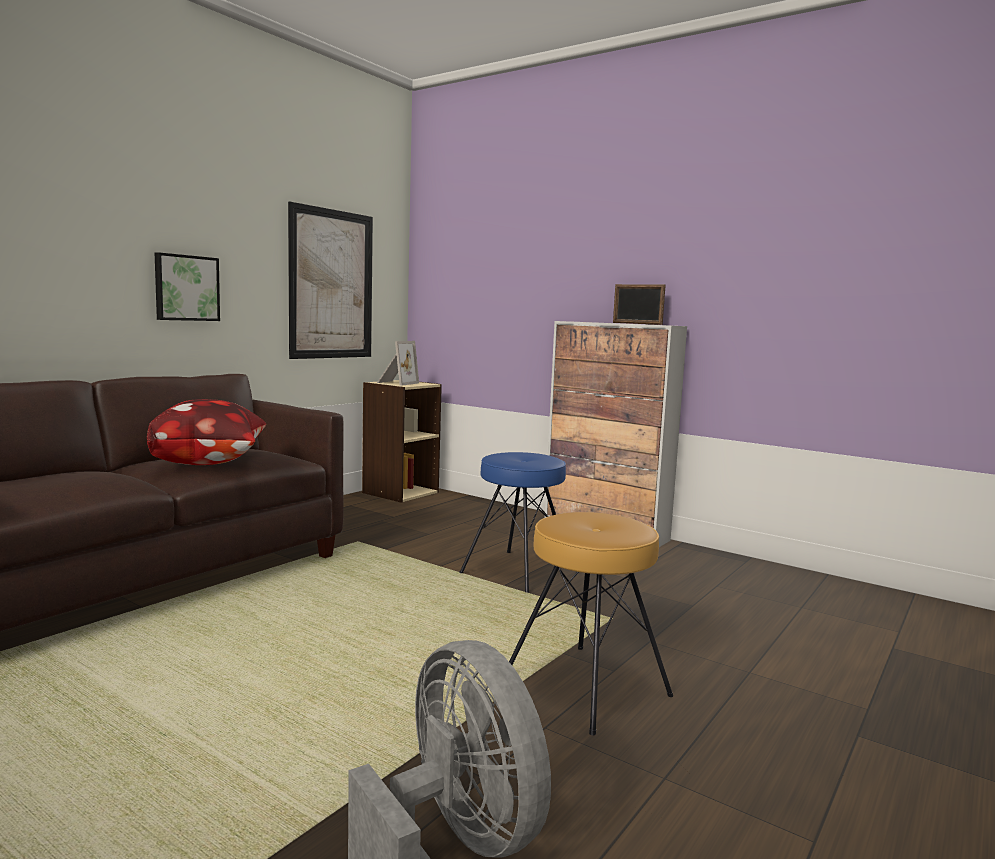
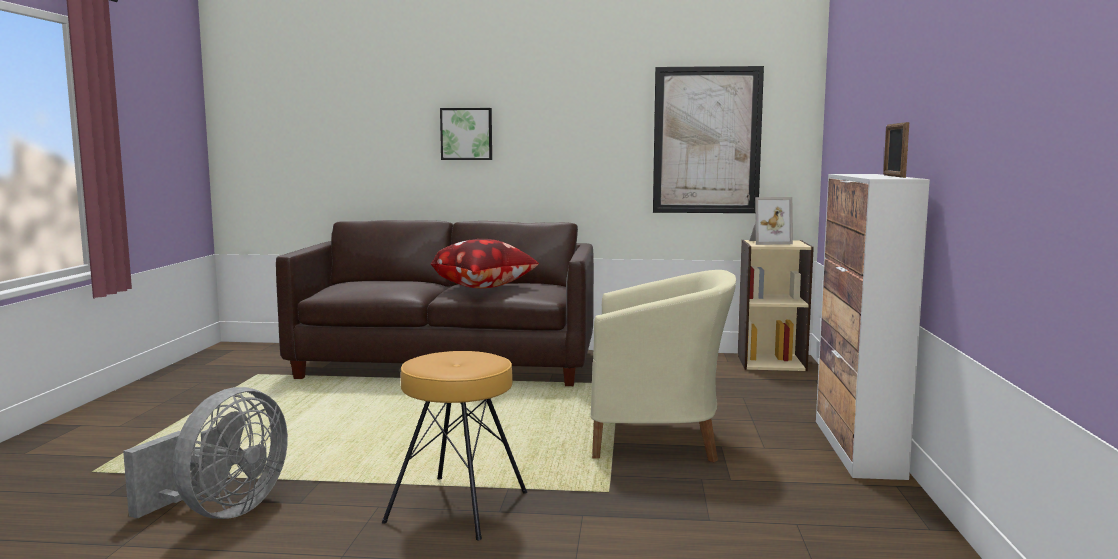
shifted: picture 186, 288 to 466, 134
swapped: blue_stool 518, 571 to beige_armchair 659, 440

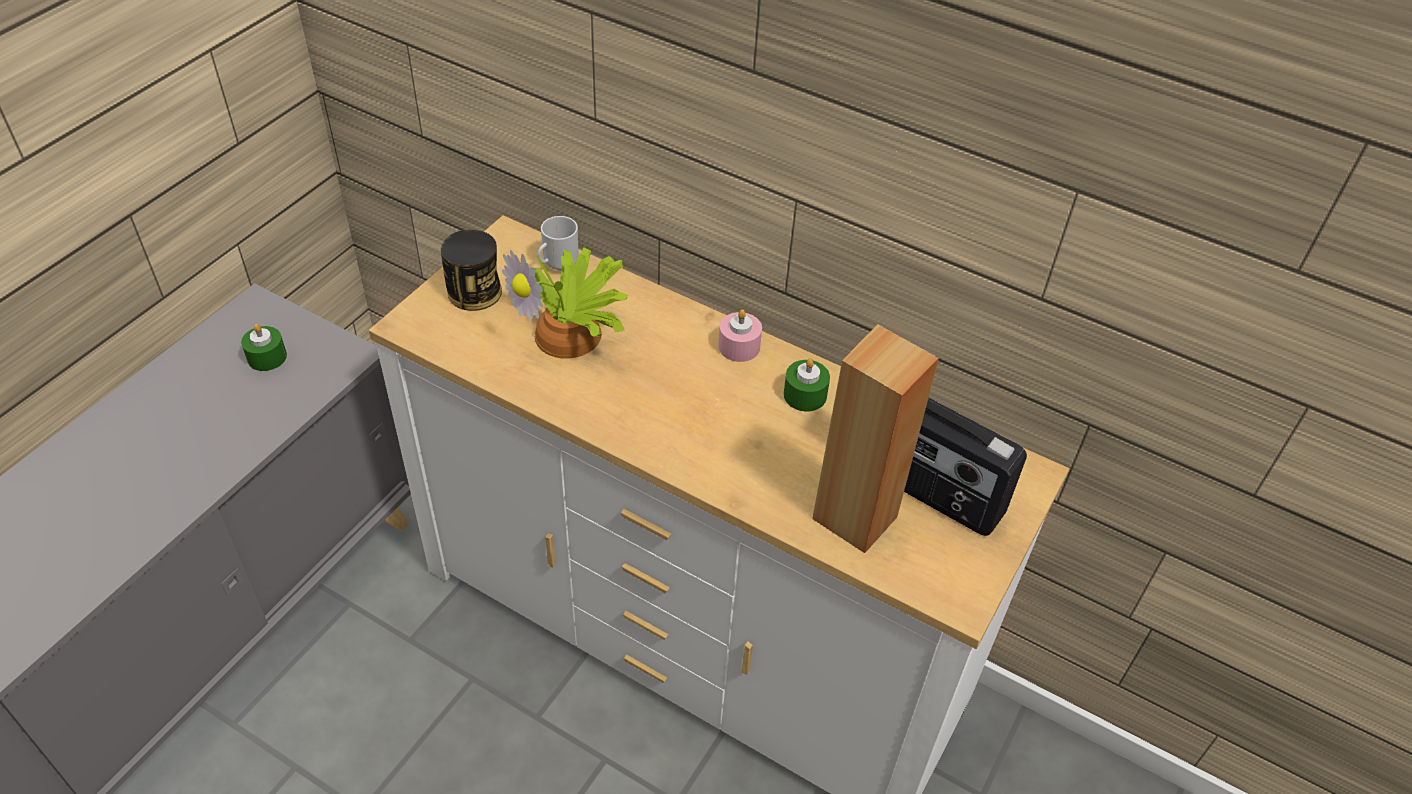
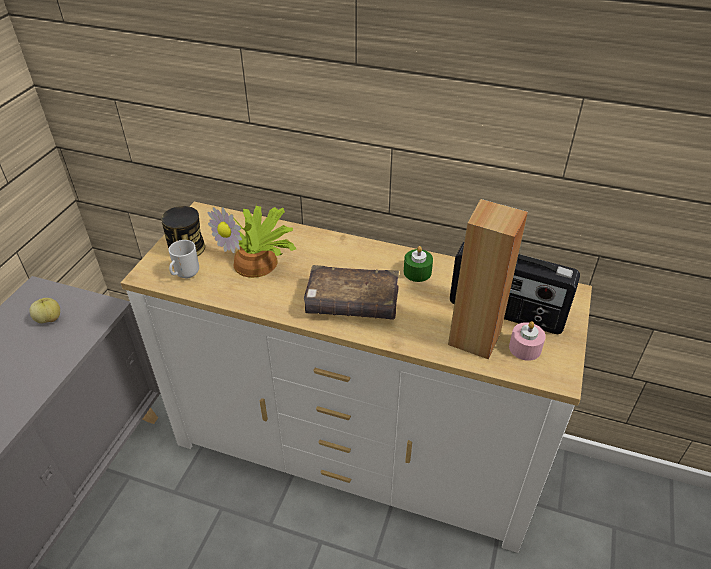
new: brown_book 352, 303
shifted: mug 558, 264 to 185, 274; pink_candle 739, 346 to 525, 348
swapped: green_candle 267, 357 to apple 49, 319

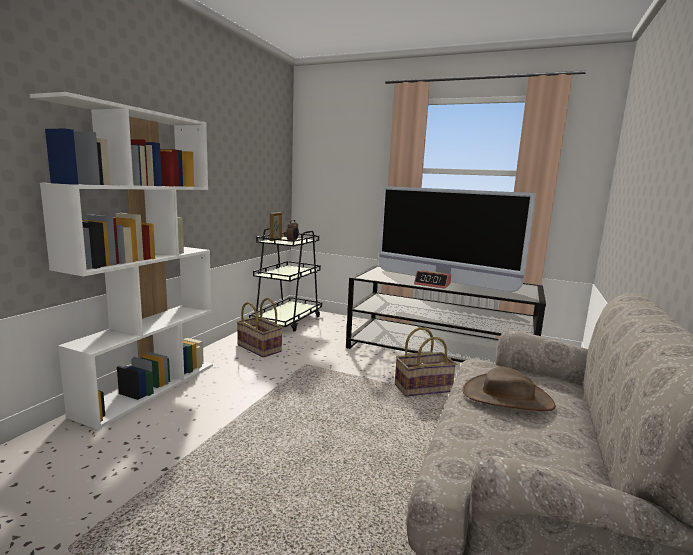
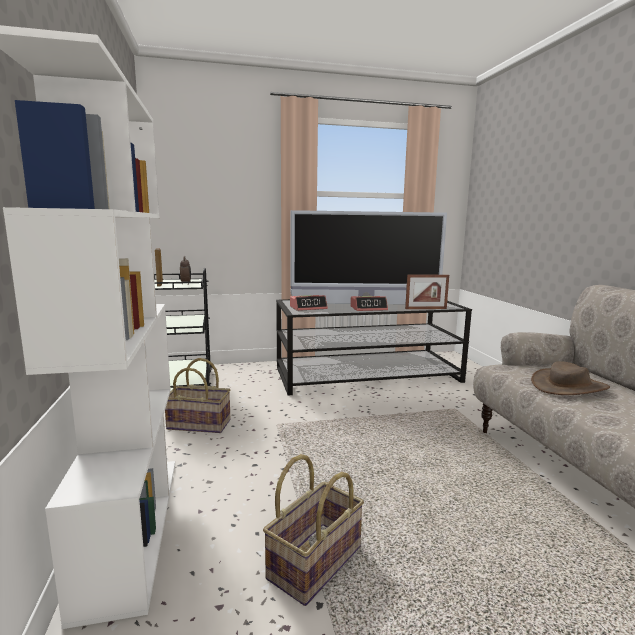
new: picture_frame 426, 309; alarm_clock 308, 308
shifted: basket 422, 387 to 314, 561

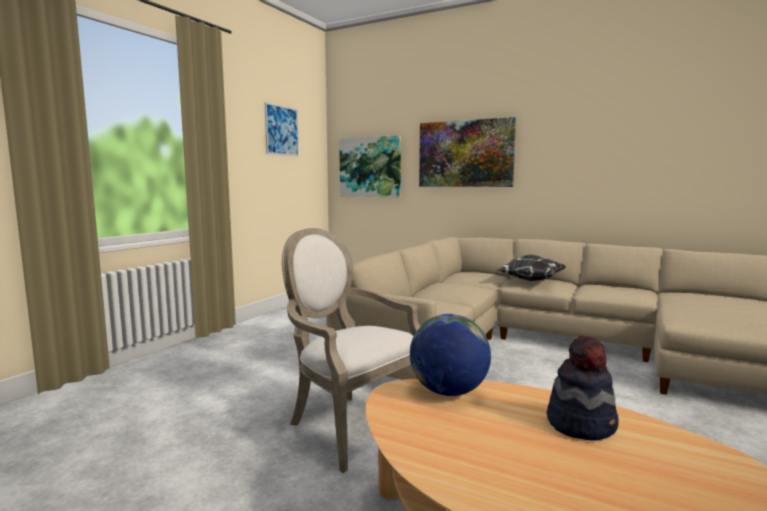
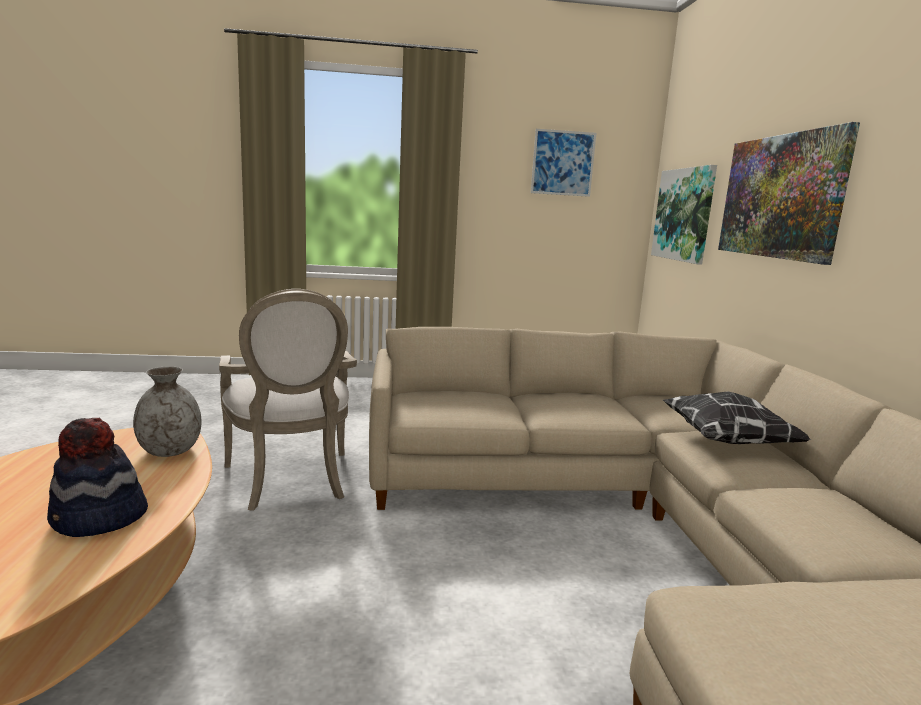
swapped: globe 448, 392 to grey_vase 169, 451
rotated: armchair 350, 424 = 291, 482 150 degrees clockwise

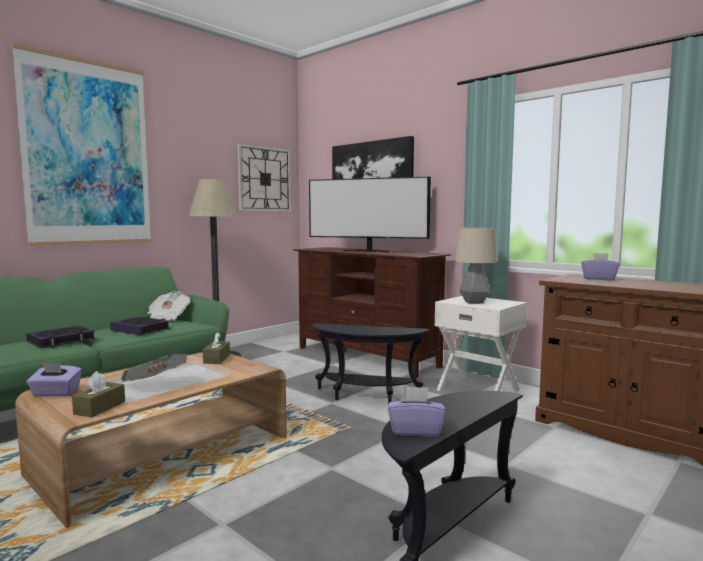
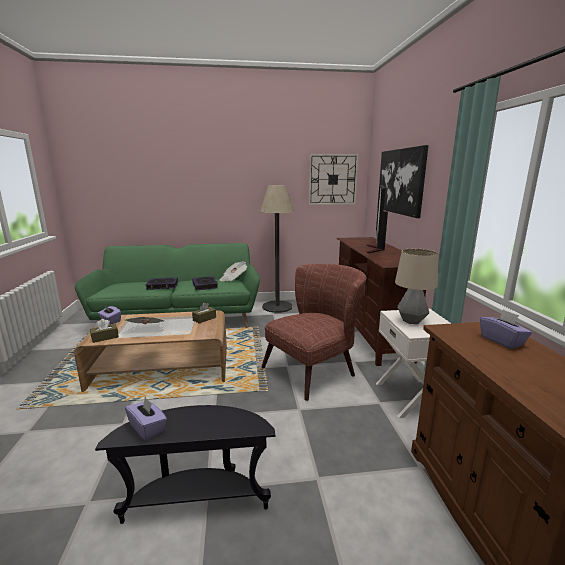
gone: picture 88, 153
swapped: black_side_table 365, 396 to brown_armchair 315, 369
rotated: television 369, 251 = 376, 250 45 degrees clockwise

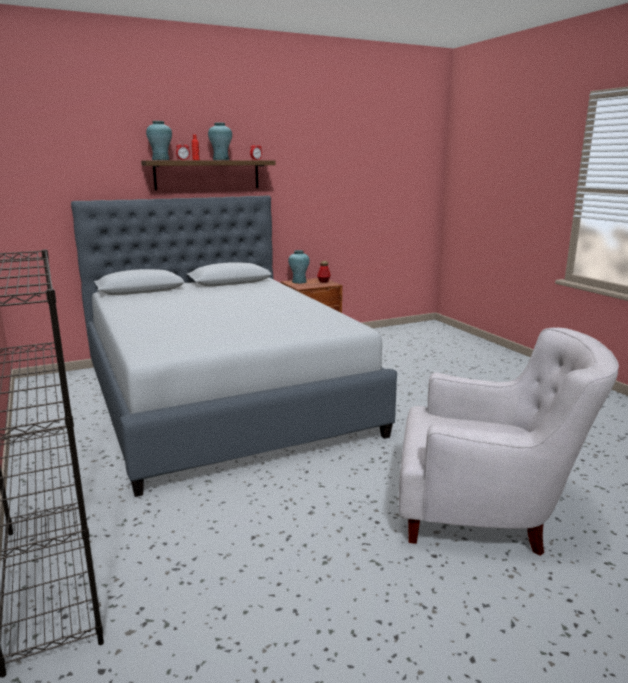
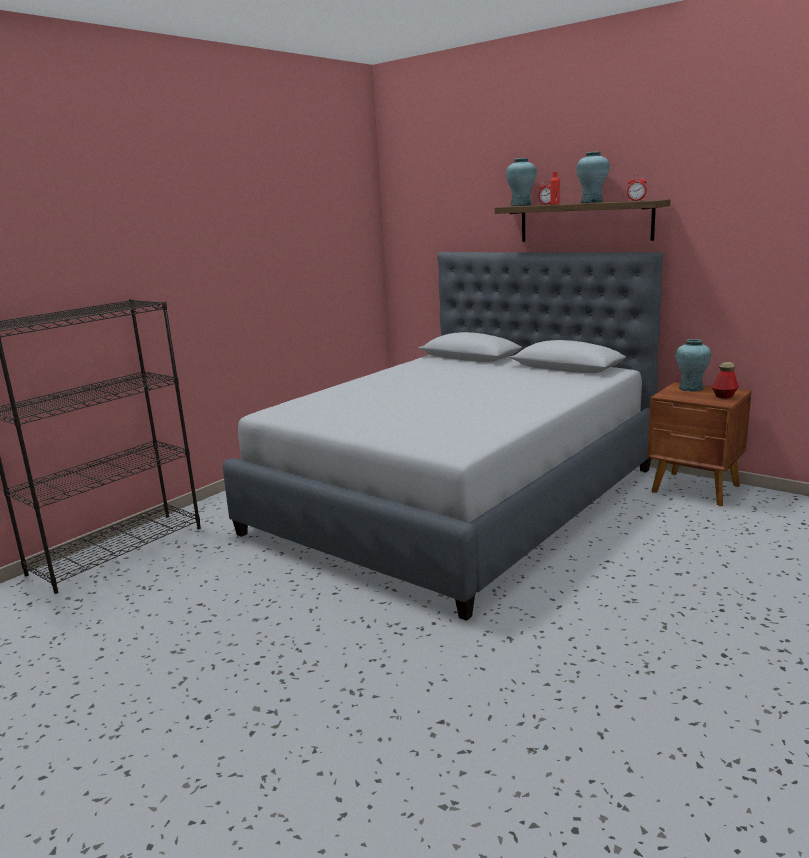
gone: white_armchair 485, 512

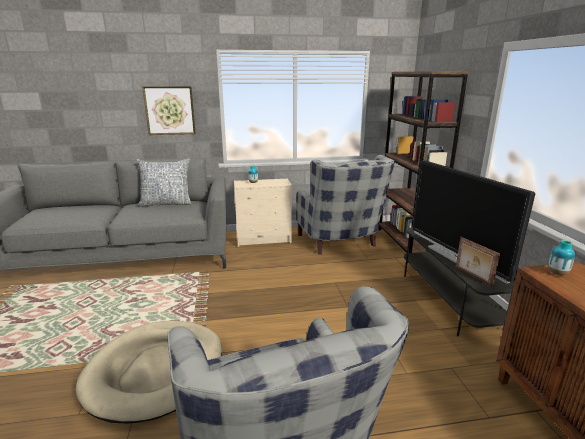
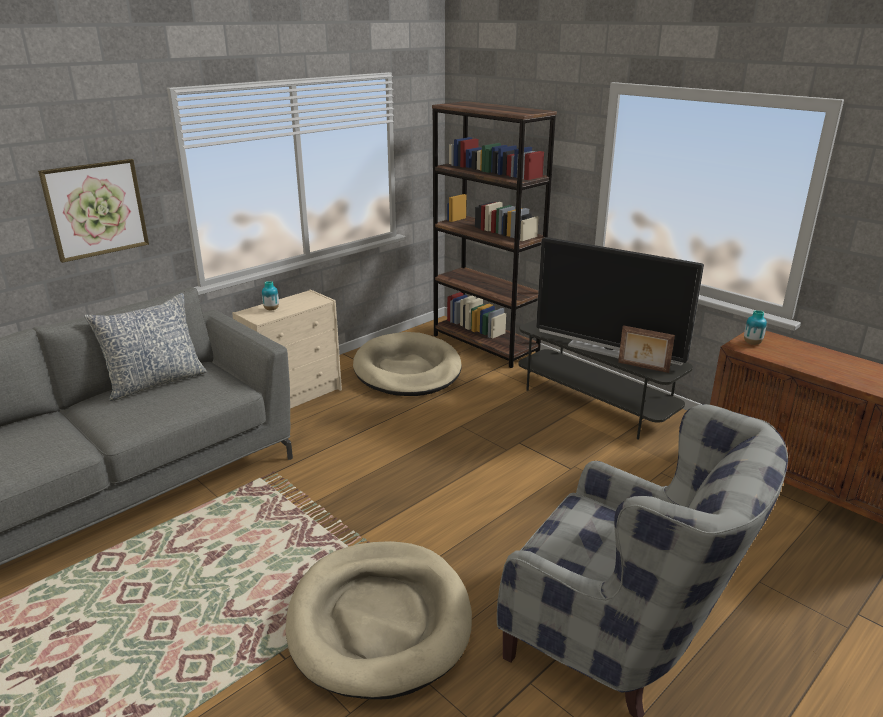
swapped: grey_armchair 340, 243 to beige_dog_bed 407, 370

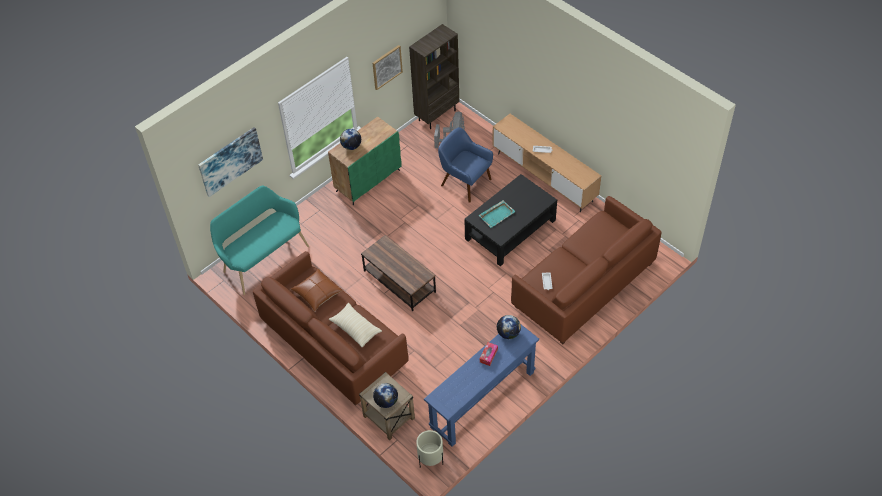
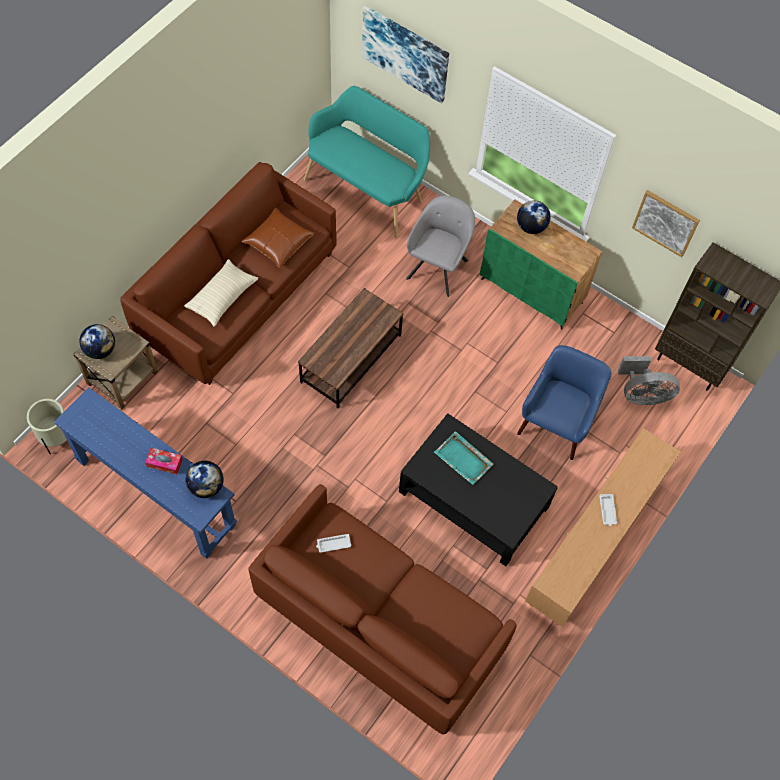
new: grey_armchair 438, 267

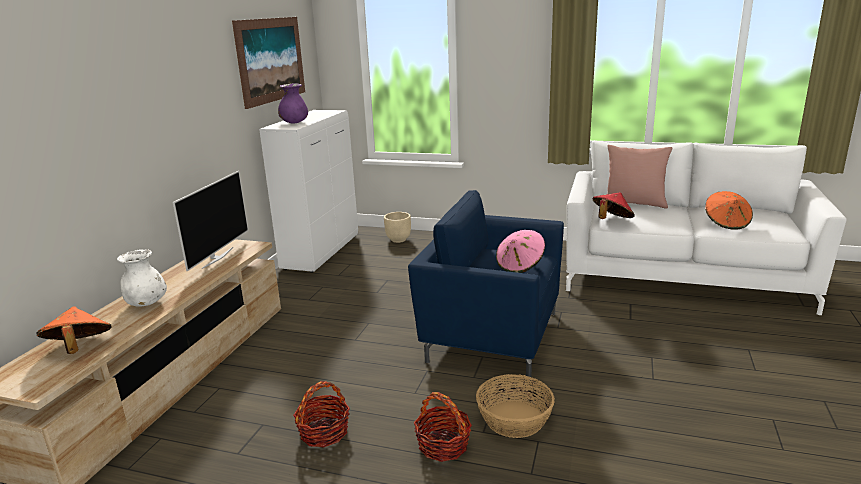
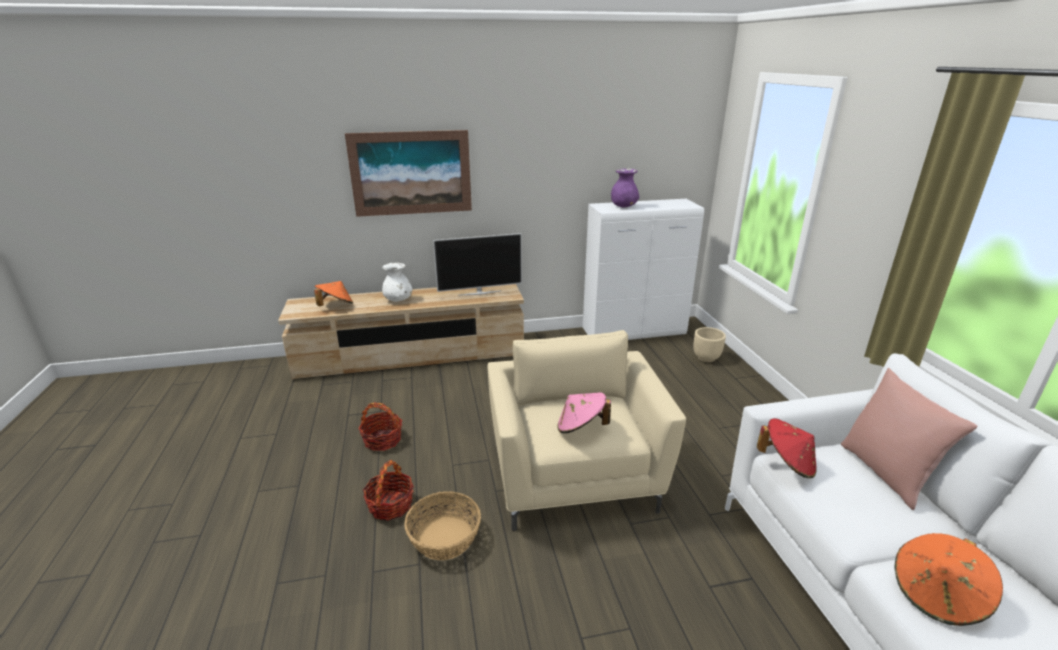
shifted: picture 271, 60 to 411, 173
repainted: blue_armchair 491, 335 to beige_armchair 574, 479

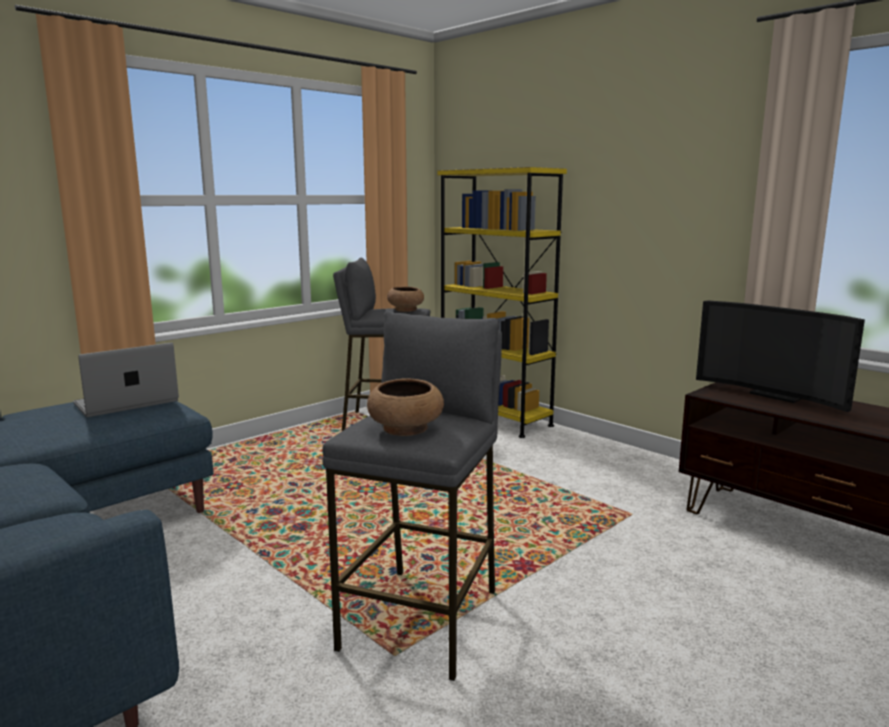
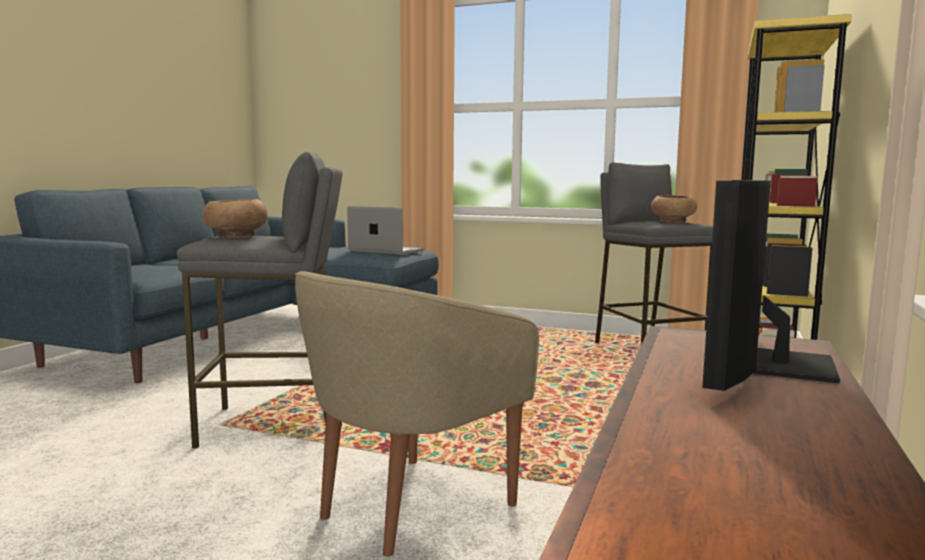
new: beige_armchair 409, 507

